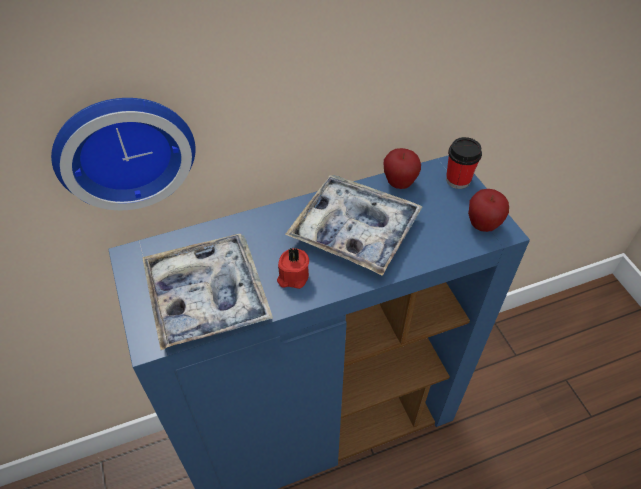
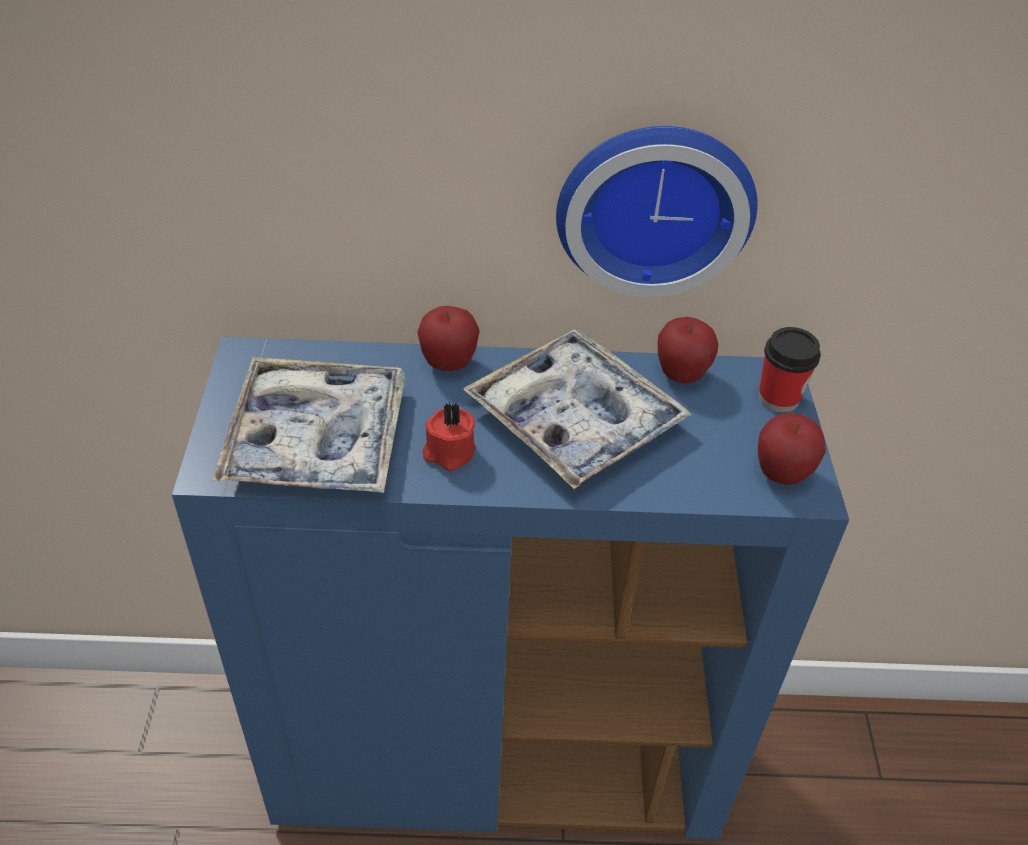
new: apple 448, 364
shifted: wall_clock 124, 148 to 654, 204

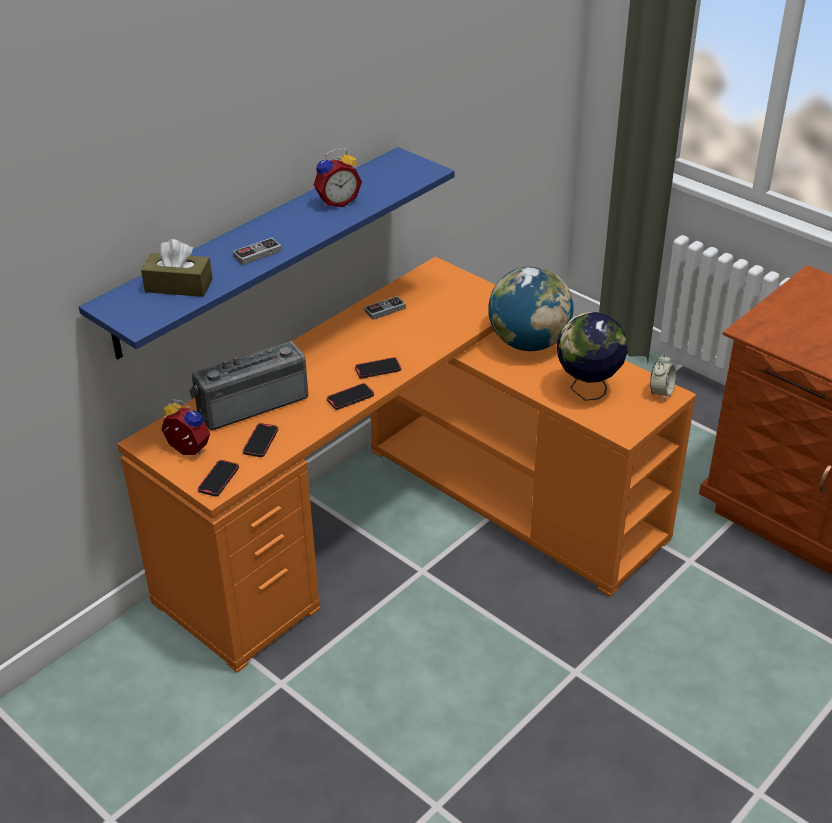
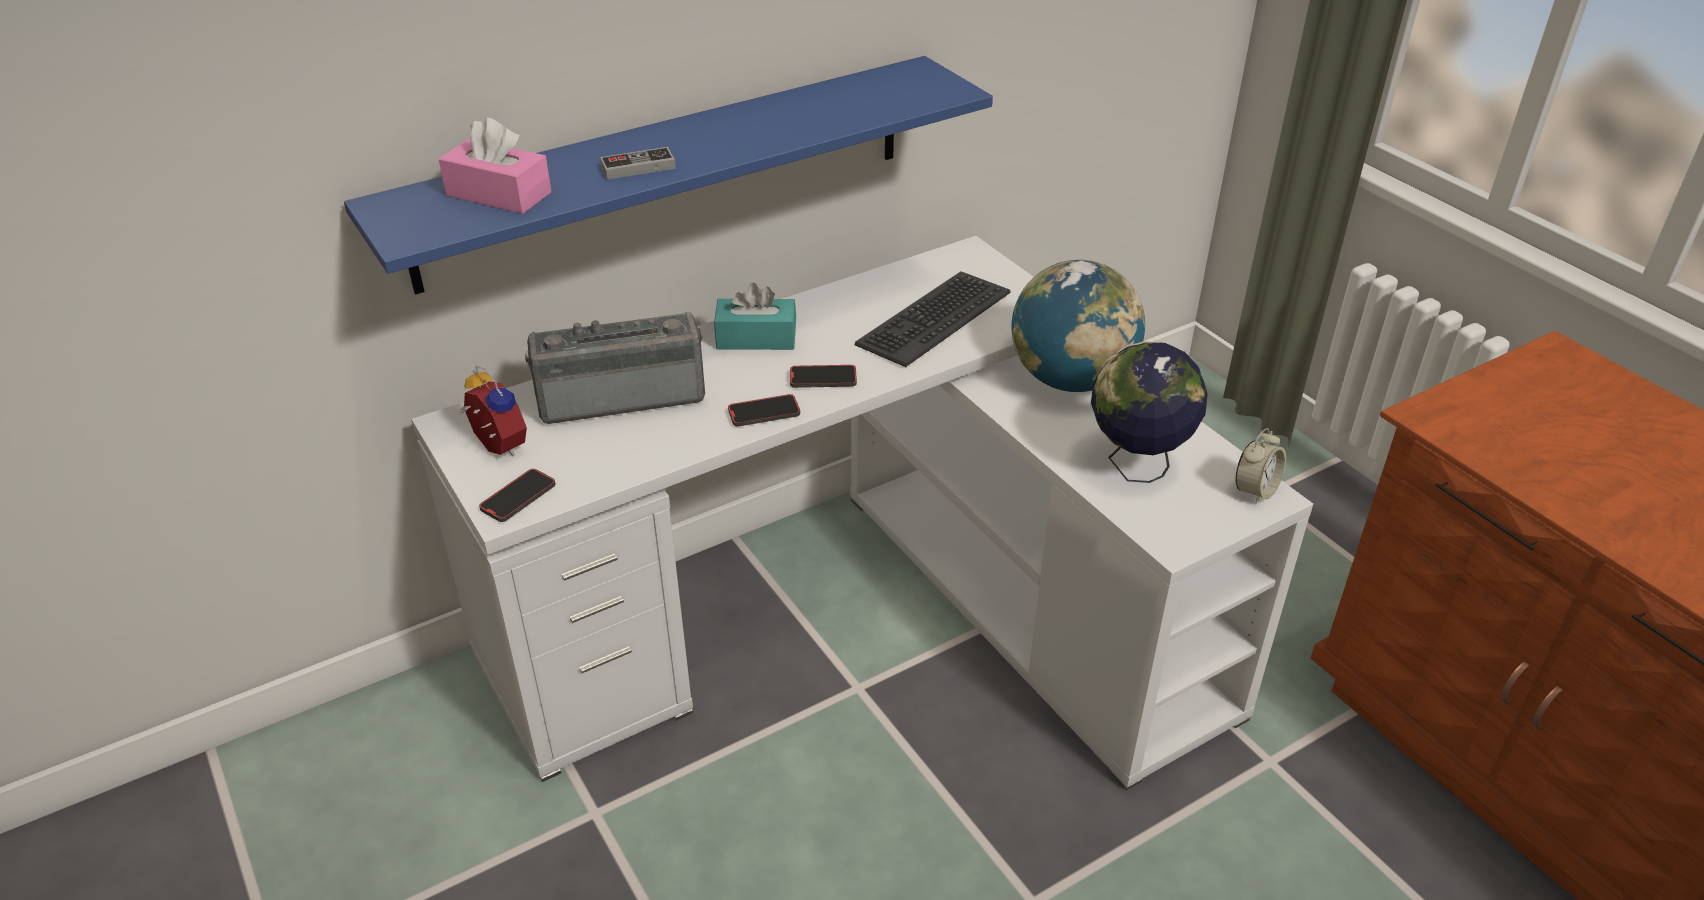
gone: alarm_clock 337, 201; game_controller 385, 310; phone 261, 442
new: keyboard 933, 318; turquoise_tissue_box 756, 338
repainted: brown_tissue_box 179, 286 to pink_tissue_box 499, 194; orange_desk 412, 523 to white_desk 869, 614

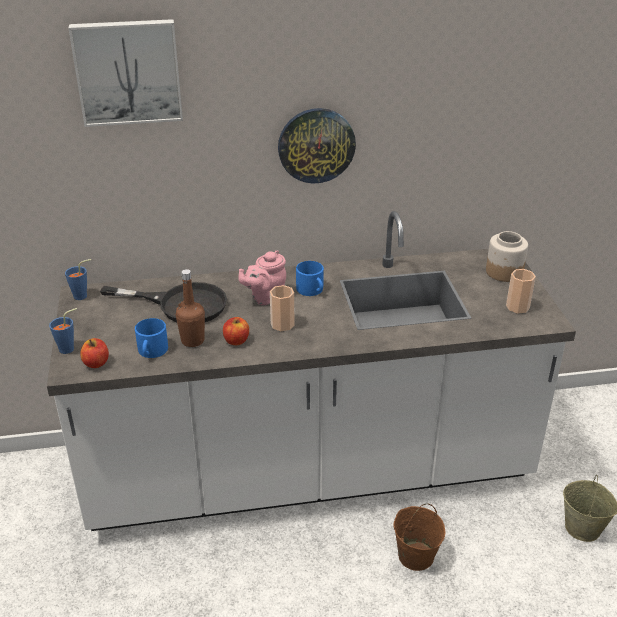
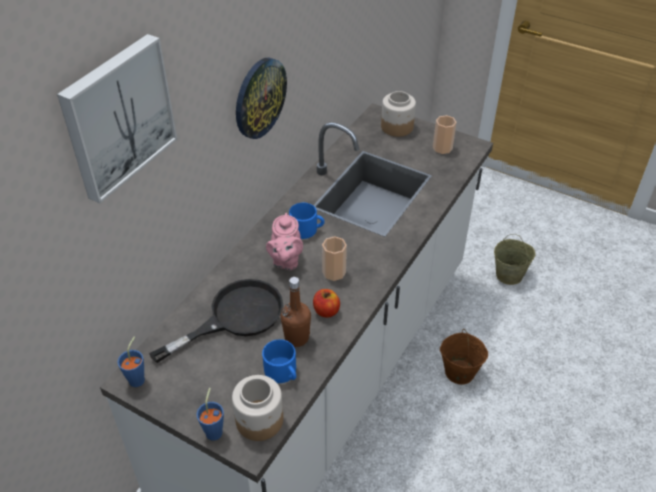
swapped: apple 96, 363 to jar 259, 420

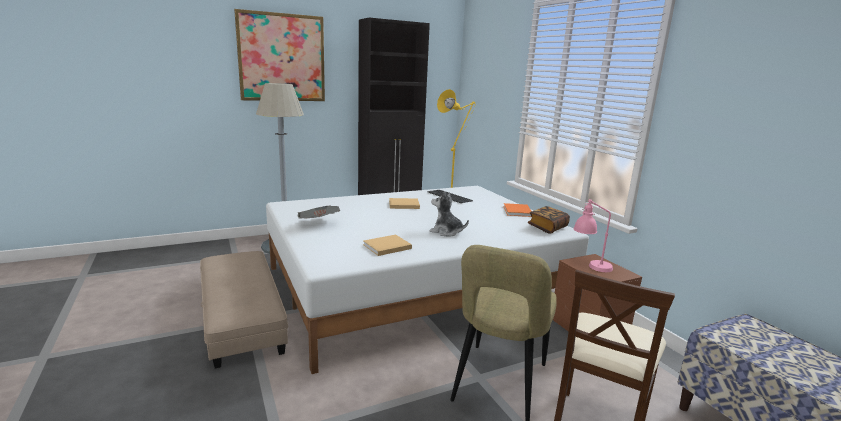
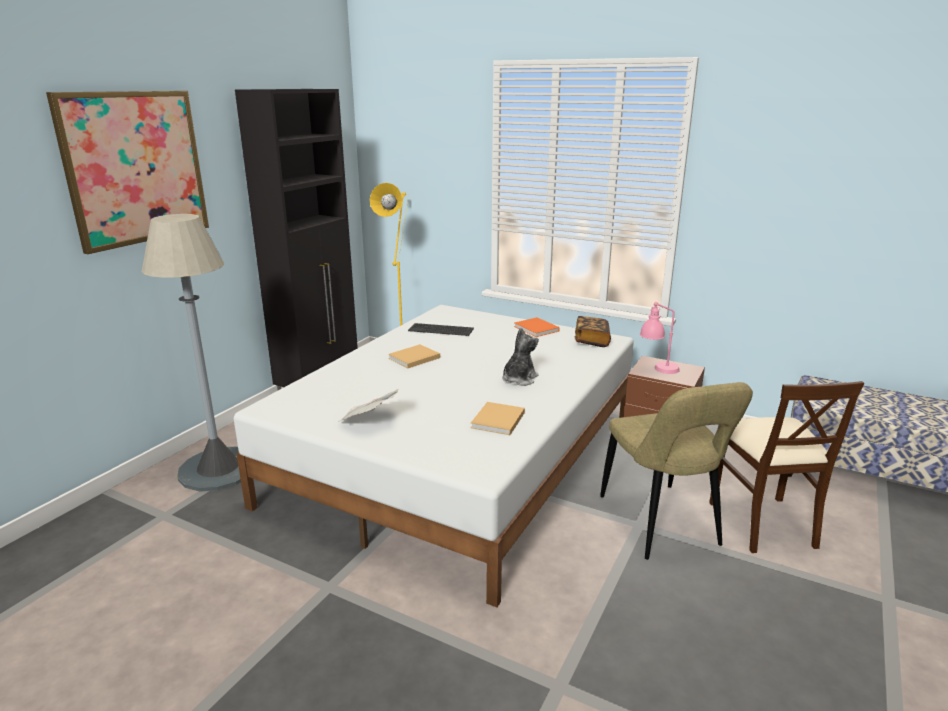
gone: beige_ottoman 241, 318
rotated: plush_toy 446, 232 = 519, 379 135 degrees clockwise

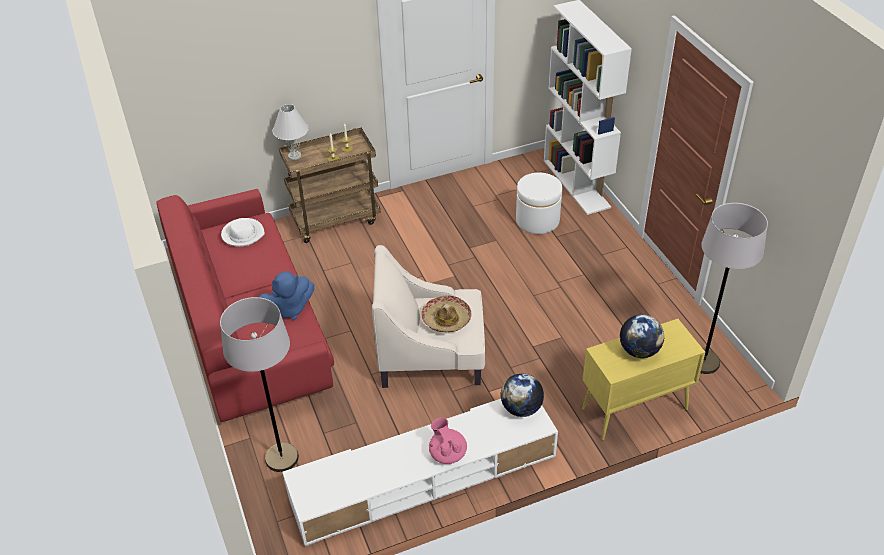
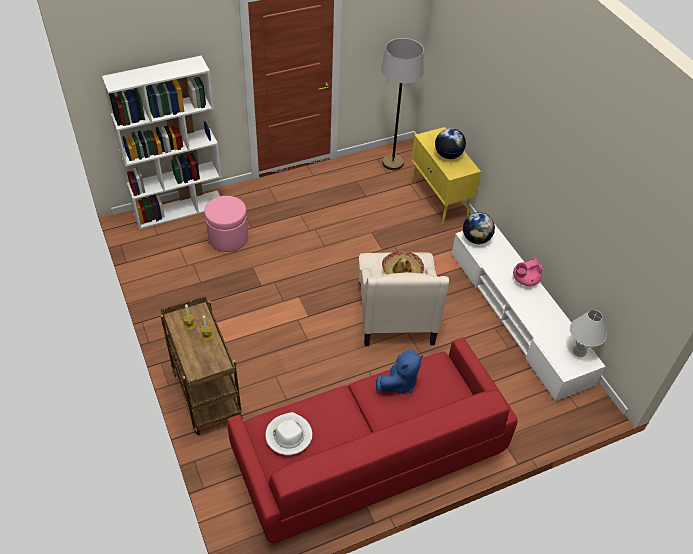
gone: grey_floor_lamp 282, 458
shifted: white_table_lamp 295, 156 to 579, 351
repainted: white_ottoman 537, 220 to pink_ottoman 228, 238
rotated: blue_plush_toy 288, 309 = 399, 382 75 degrees clockwise

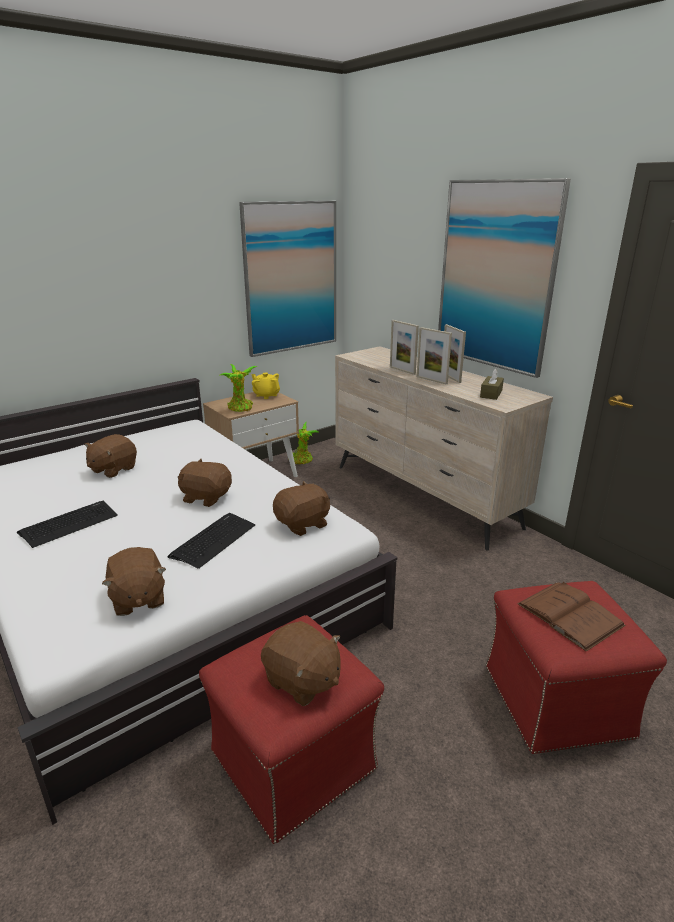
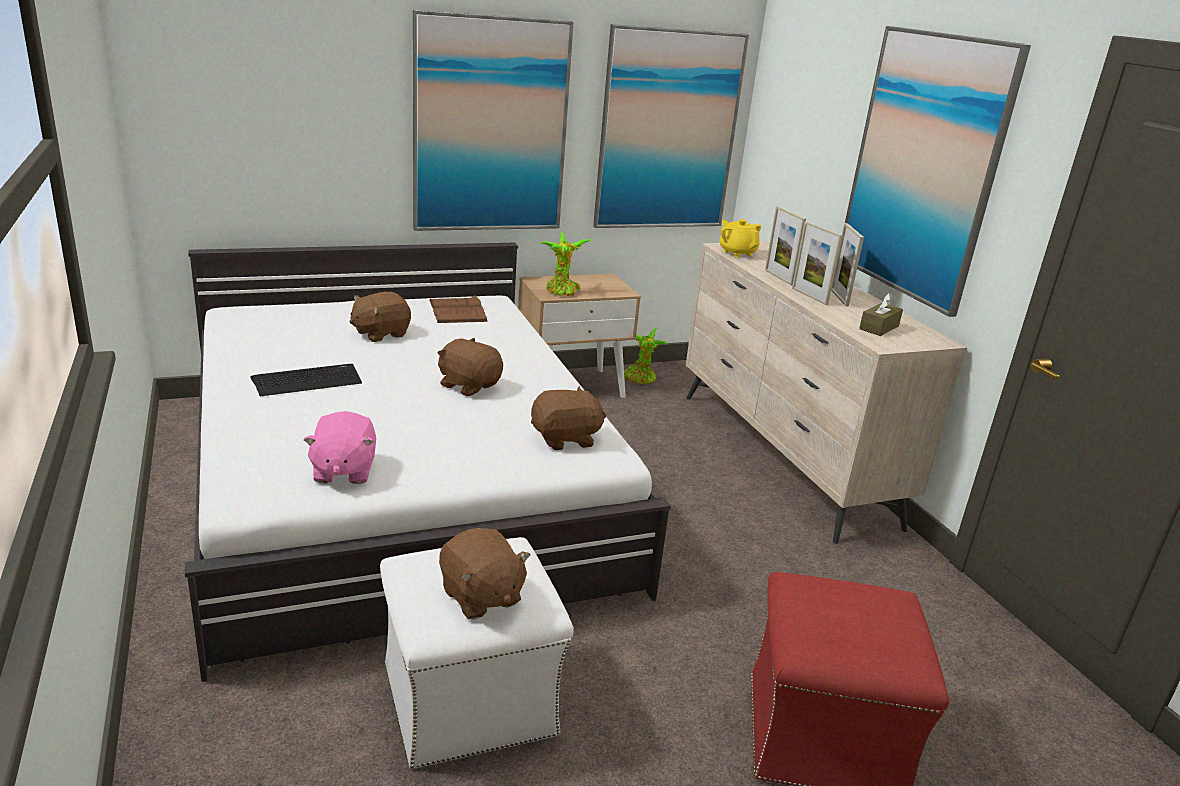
gone: keyboard 213, 540
new: picture 490, 126
shifted: yellow_teapot 266, 395 to 737, 253; brown_book 569, 614 to 457, 311
repainted: brown_plush_toy 138, 599 to pink_plush_toy 343, 471; red_ottoman 294, 759 to white_ottoman 471, 699

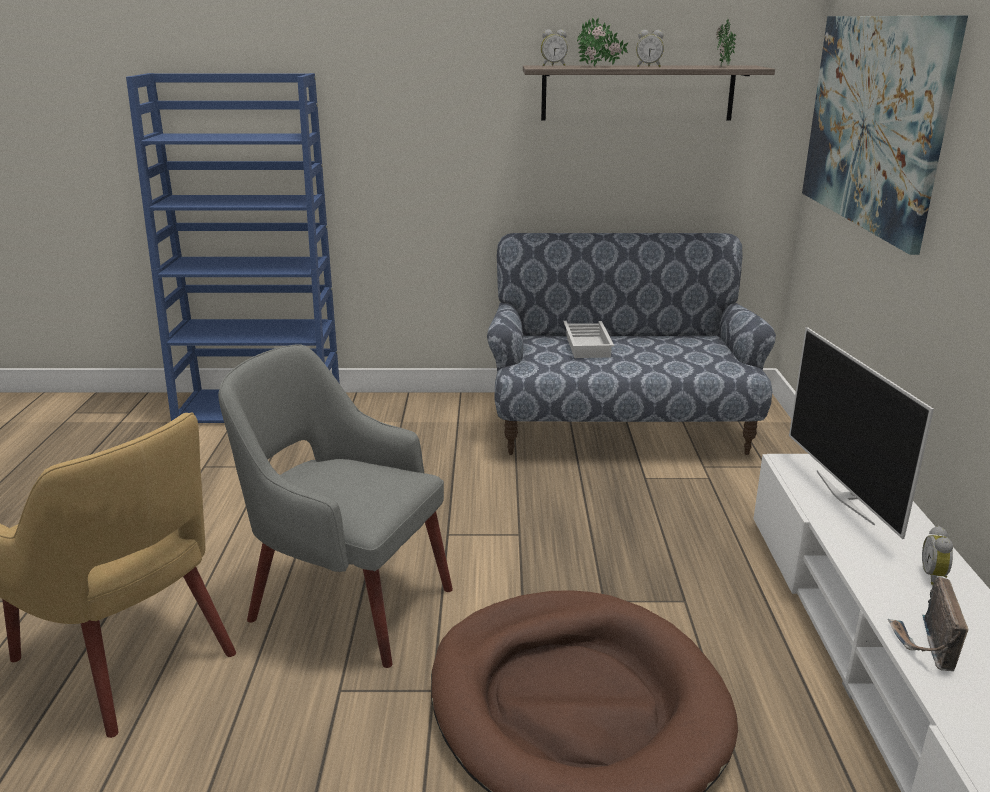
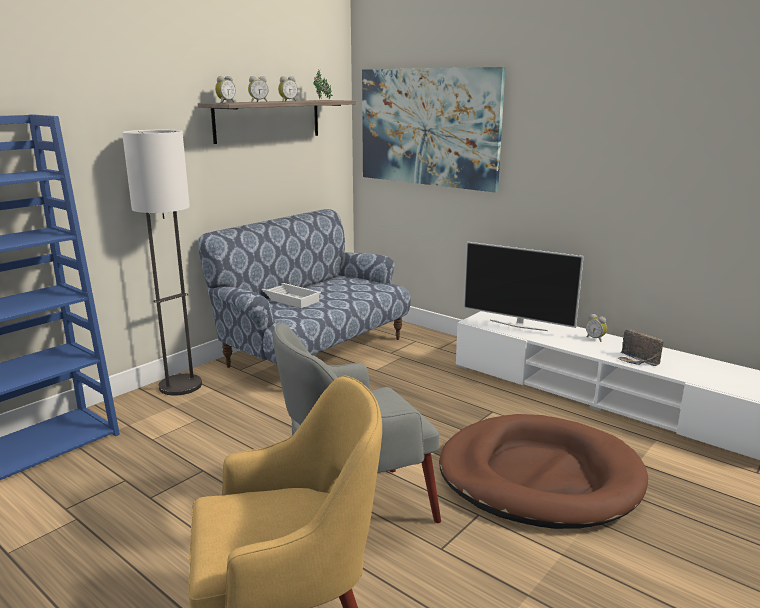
new: floor_lamp 180, 386
swapped: potted_plant 600, 66 to alarm_clock 258, 102

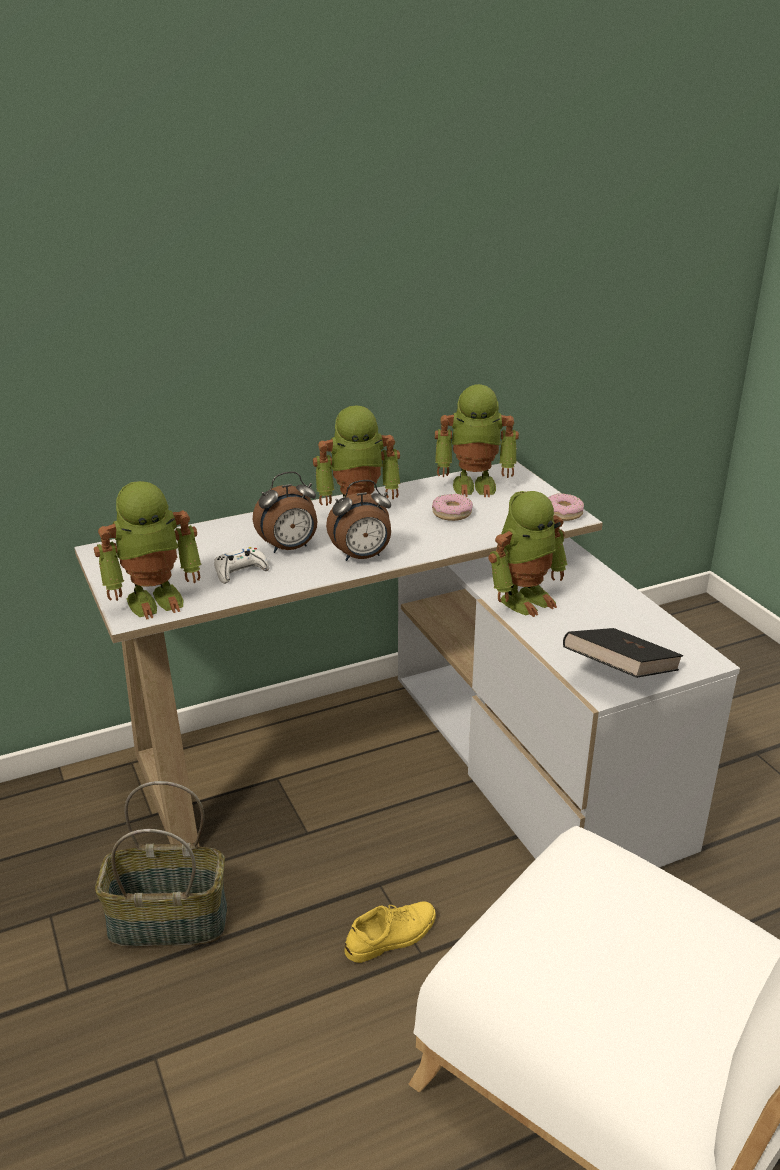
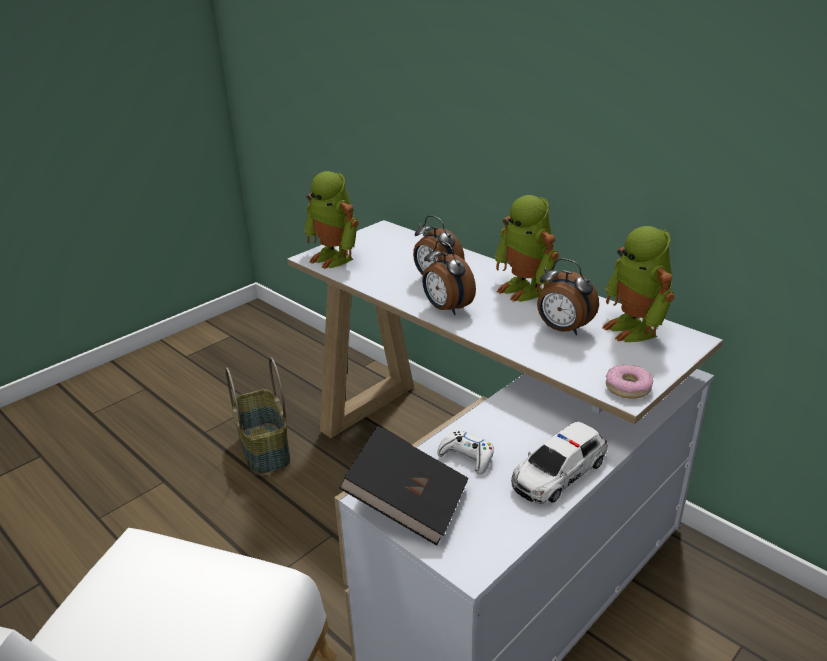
gone: toy_robot 525, 598; yellow_shoe 391, 936
new: toy_car 558, 472
shifted: white_game_controller 240, 571 to 467, 457
swapped: donut 451, 513 to alarm_clock 562, 329

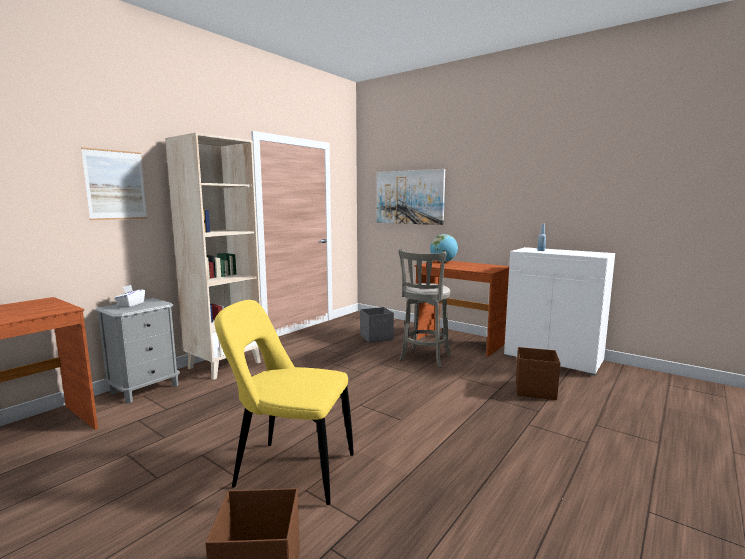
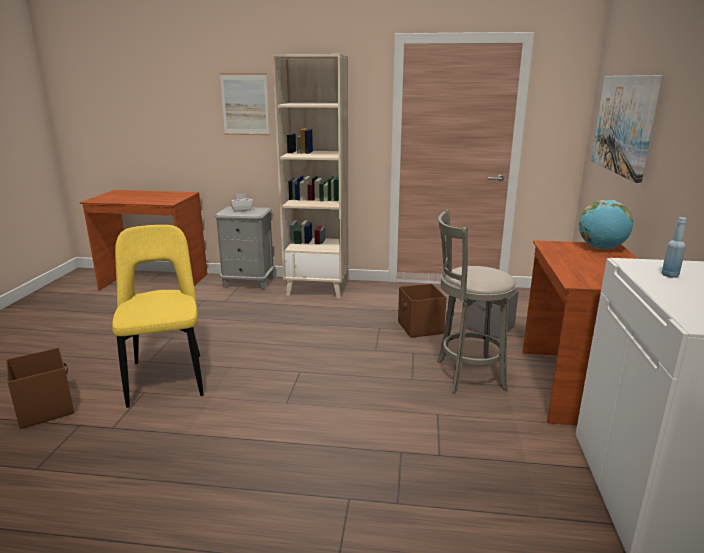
shifted: brown_storage_box 536, 390 to 420, 328

